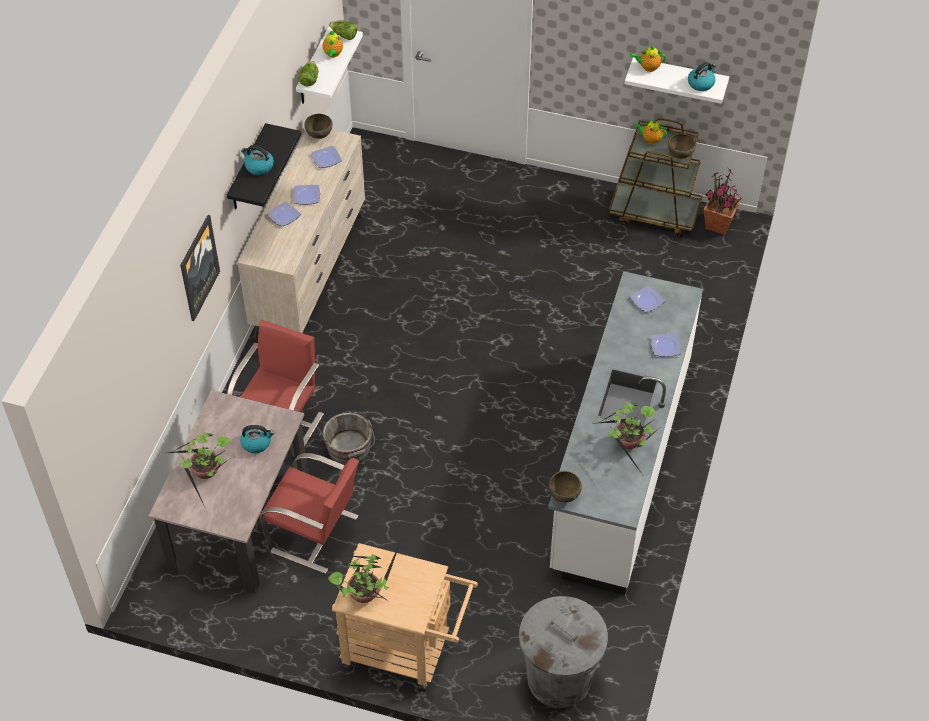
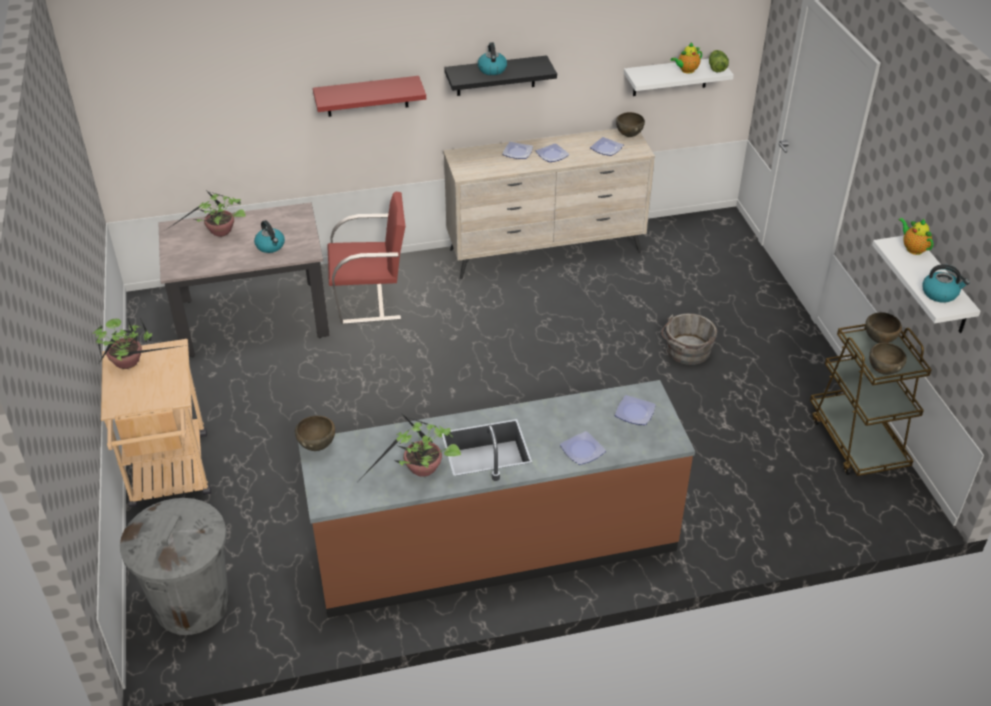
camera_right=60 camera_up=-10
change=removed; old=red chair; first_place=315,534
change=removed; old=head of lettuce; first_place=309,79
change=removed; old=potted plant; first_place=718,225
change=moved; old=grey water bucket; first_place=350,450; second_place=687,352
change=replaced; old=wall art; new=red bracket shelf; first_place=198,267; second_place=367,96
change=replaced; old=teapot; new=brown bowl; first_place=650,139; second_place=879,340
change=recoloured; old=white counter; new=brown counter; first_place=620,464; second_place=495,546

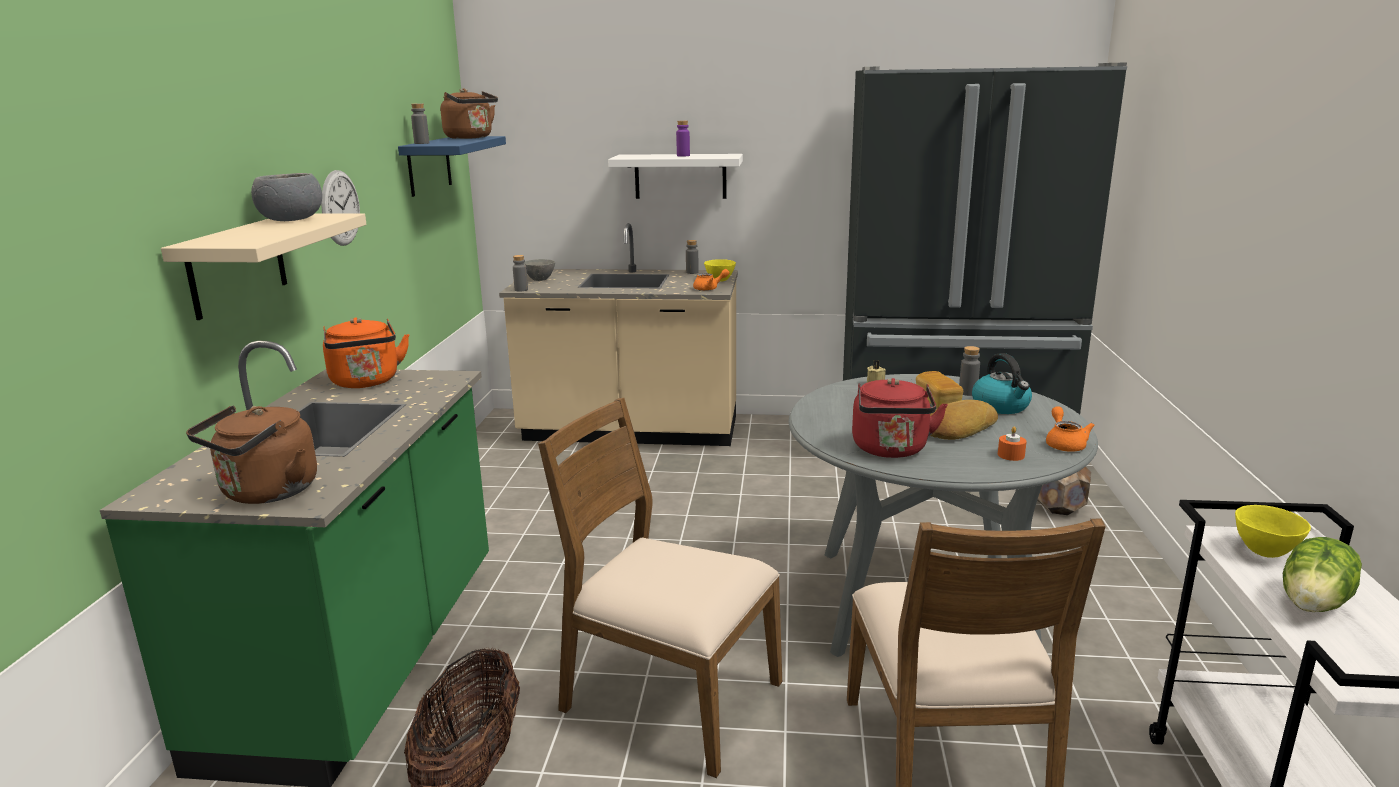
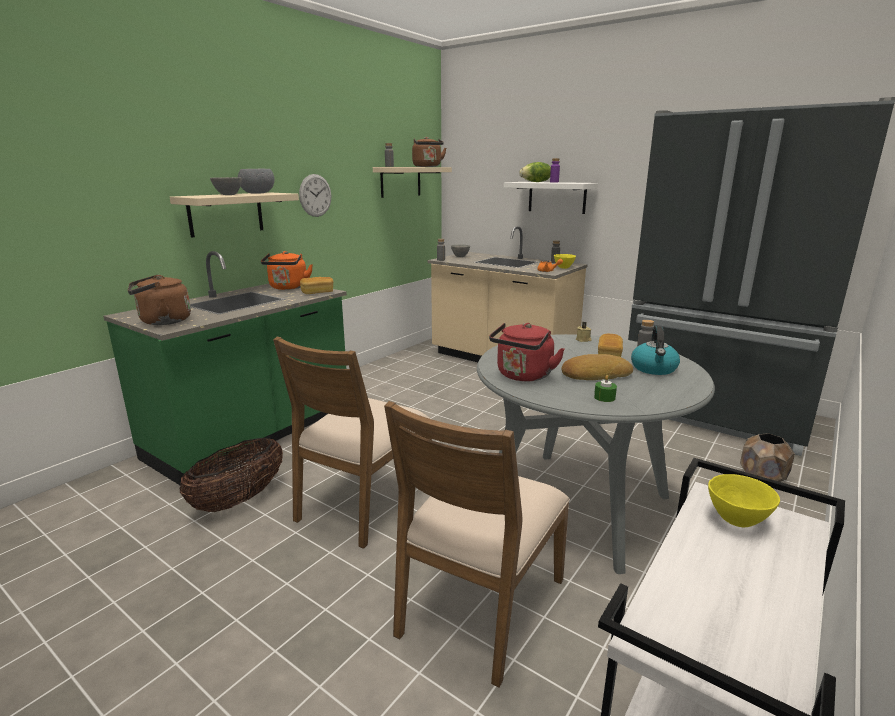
camera_right=30 camera_up=0
change=removed; old=orange-coloured teapot; first_place=1064,444
change=added; new=grey bowl; second_place=227,195
change=added; new=bakery bread; second_place=317,292
change=moved; old=head of lettuce; first_place=1315,603; second_place=536,182
change=recoloured; old=bluish bracket shelf; new=beige bracket shelf; first_place=429,165; second_place=400,181
change=recoloured; old=orange-coloured wax light; new=greenish wax light; first_place=1011,455; second_place=604,397
change=turned; old=brown chair; first_place=668,697; second_place=363,502; degrees=-120

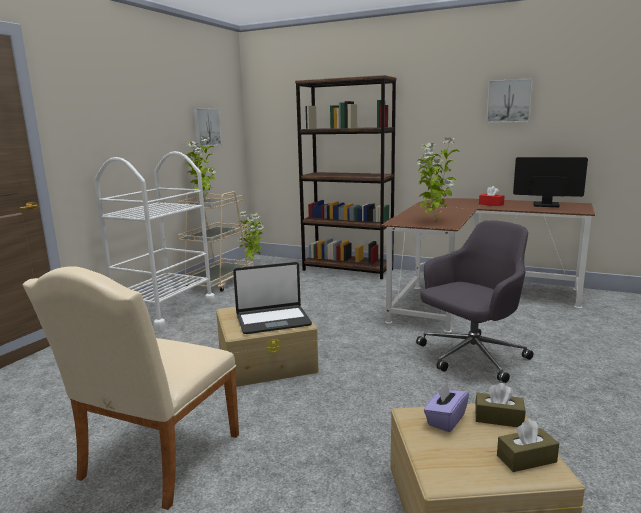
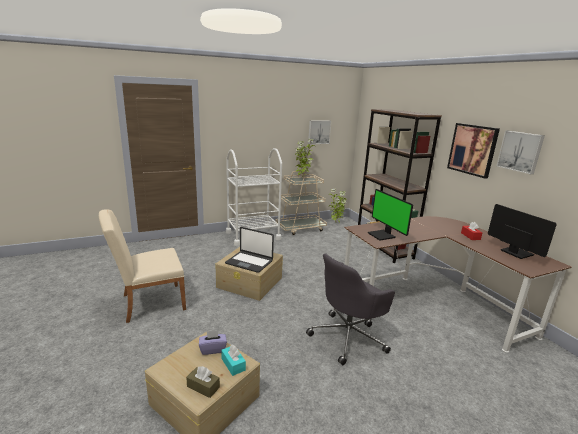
camera_right=40 camera_up=5
change=added; new=wall art; second_place=472,149
change=replaced; old=potted plant; new=computer screen; first_place=433,221; second_place=382,235
change=recoloured; old=brown box of tissues; new=blue-green box of tissues; first_place=498,418; second_place=233,364
change=turned; old=grey office chair; first_place=470,357; second_place=348,337; degrees=135

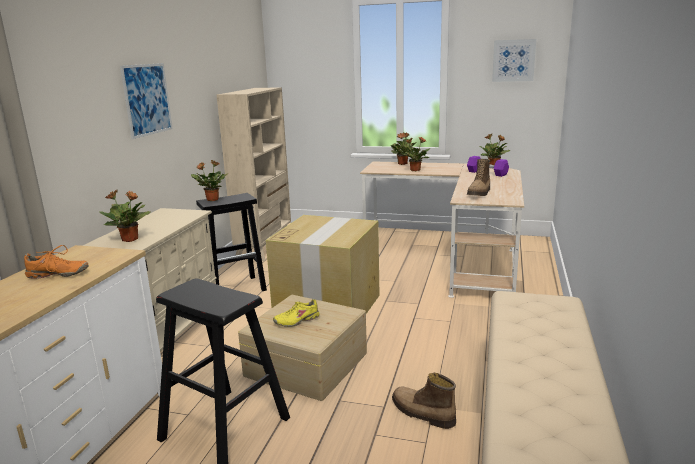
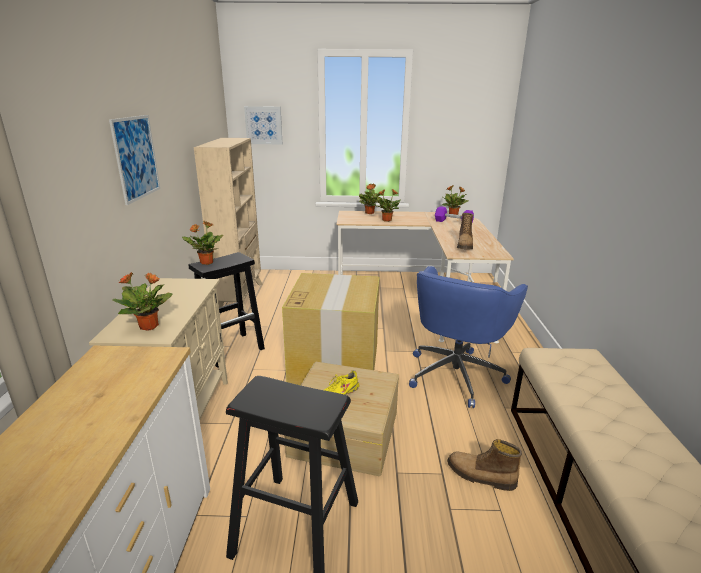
camera_right=-15 camera_up=5
change=removed; old=orange-coloured shoe; first_place=57,274
change=added; new=bluish office chair; second_place=456,373
change=moved; old=wall art; first_place=513,60; second_place=263,125

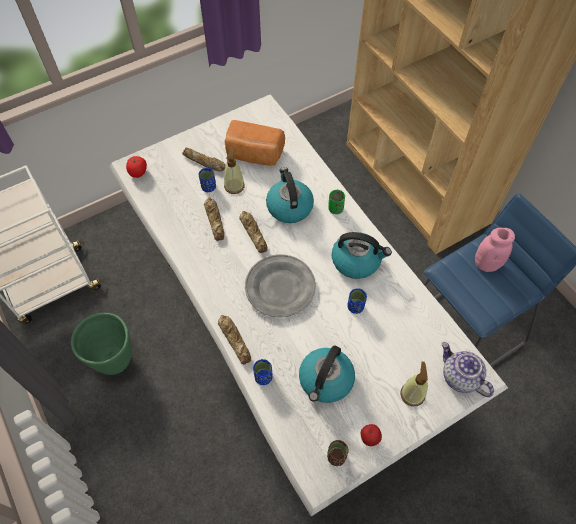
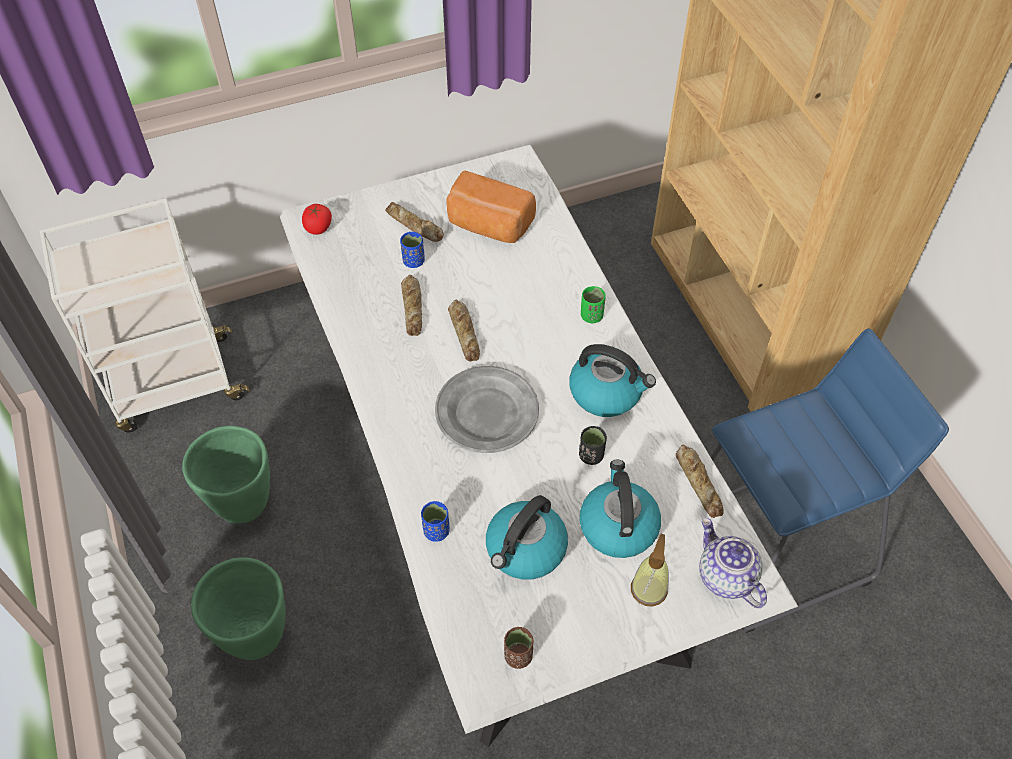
camera_right=10 camera_up=-5
change=removed; old=liquid soap bottle; first_place=234,186
change=removed; old=apple fruit; first_place=369,438
change=removed; old=pink preserve jar; first_place=486,264
change=added; new=greenish plant pot; second_place=255,635
change=moved; old=bakery bread; first_place=235,340; second_place=699,483
change=moved; old=tea kettle; first_place=289,206; second_place=617,525
change=recoloured; old=bluish small cup; new=black-coloured small cup; first_place=355,307; second_place=591,455

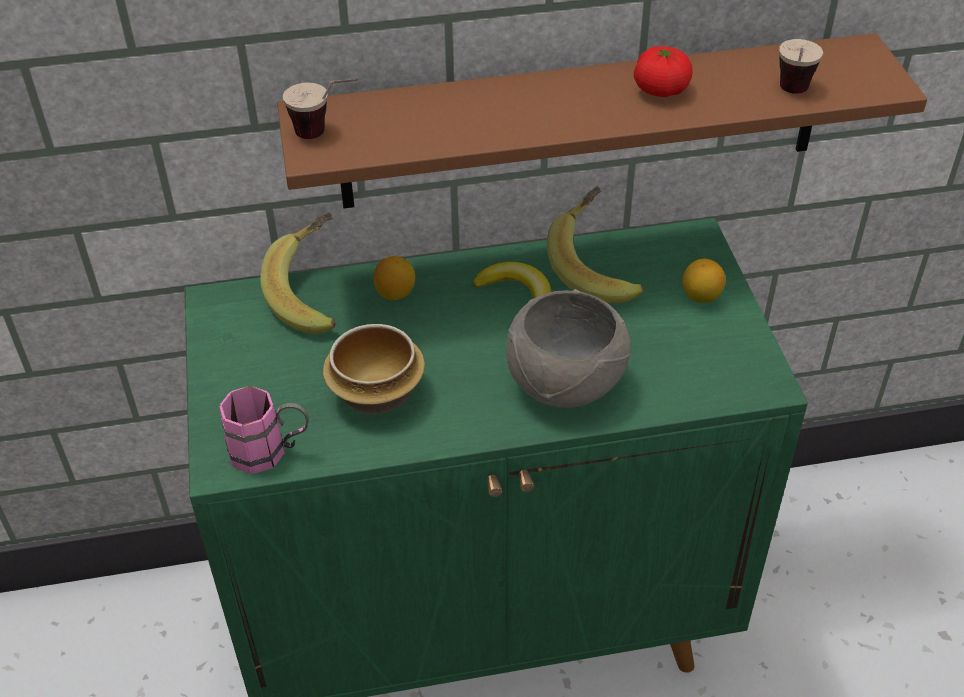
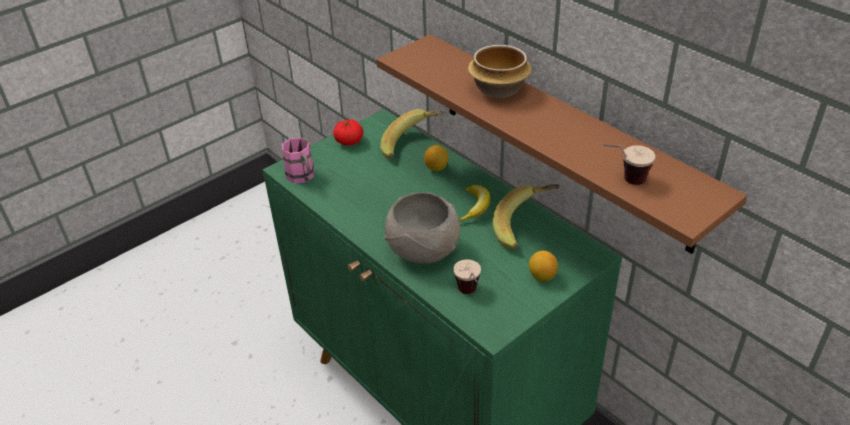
camera_right=60 camera_up=-5
change=moved; old=small cup; first_place=326,134; second_place=469,296
change=moved; old=bowl; first_place=376,395; second_place=497,89
change=moved; old=whole tomato; first_place=661,90; second_place=349,141

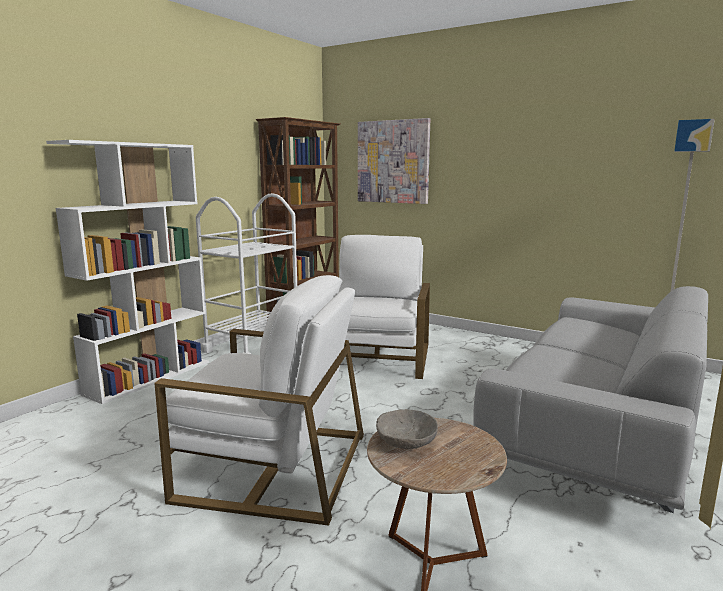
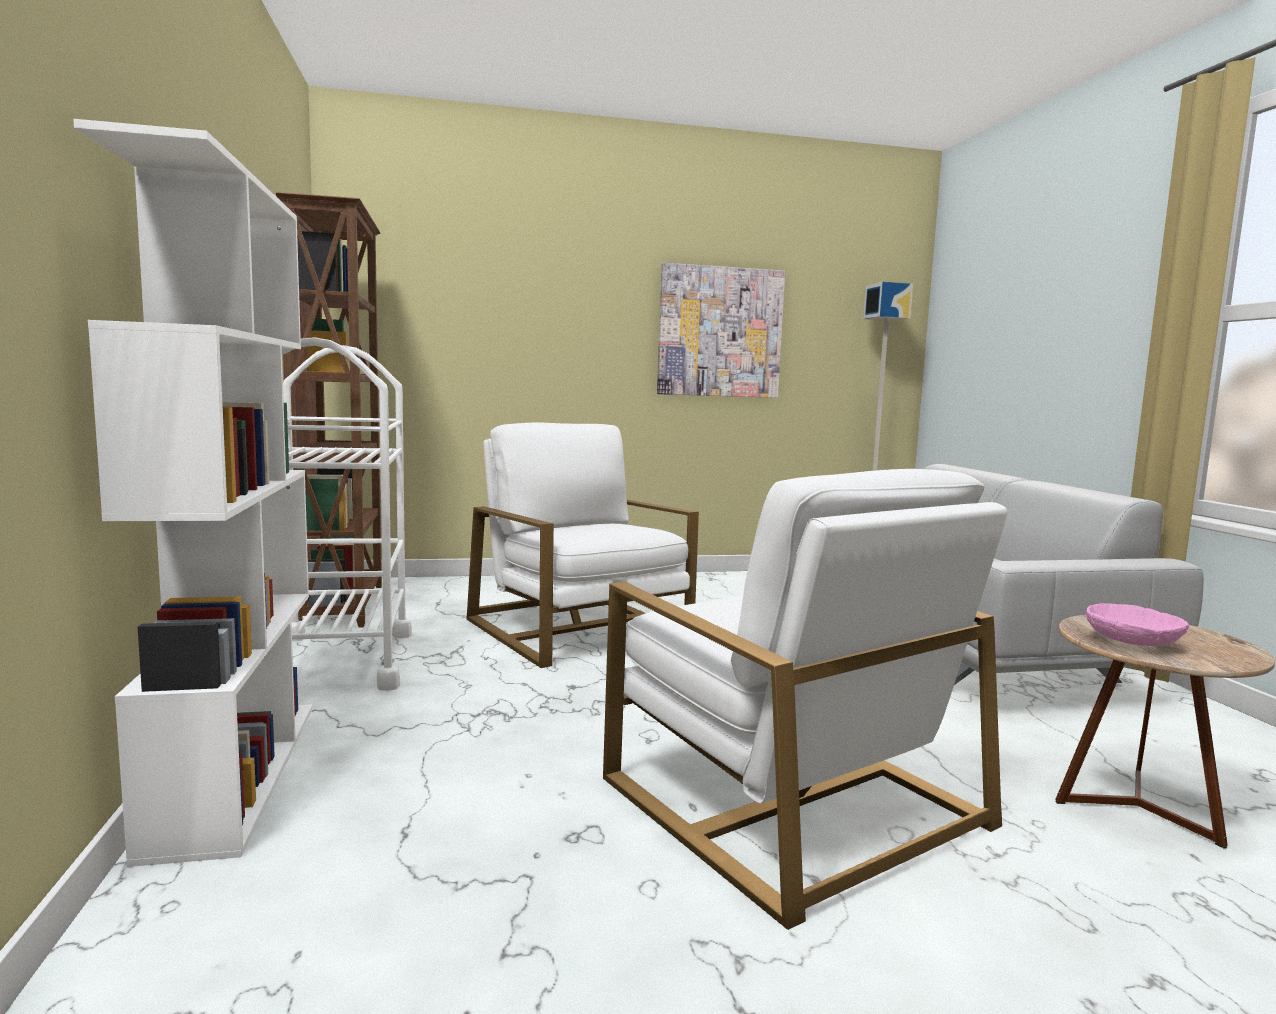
camera_right=-45 camera_up=-5
change=moved; old=wall art; first_place=393,162; second_place=719,332
change=recoloured; old=grey bowl; new=pink bowl; first_place=406,442; second_place=1131,642
change=turned; old=white easy chair; first_place=272,466; second_place=788,800; degrees=90

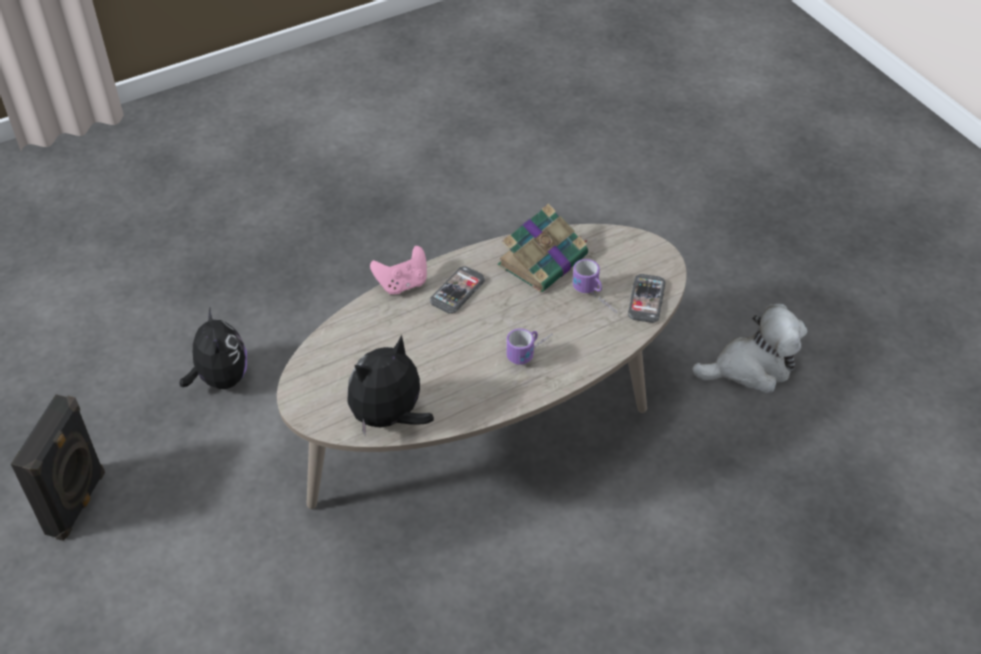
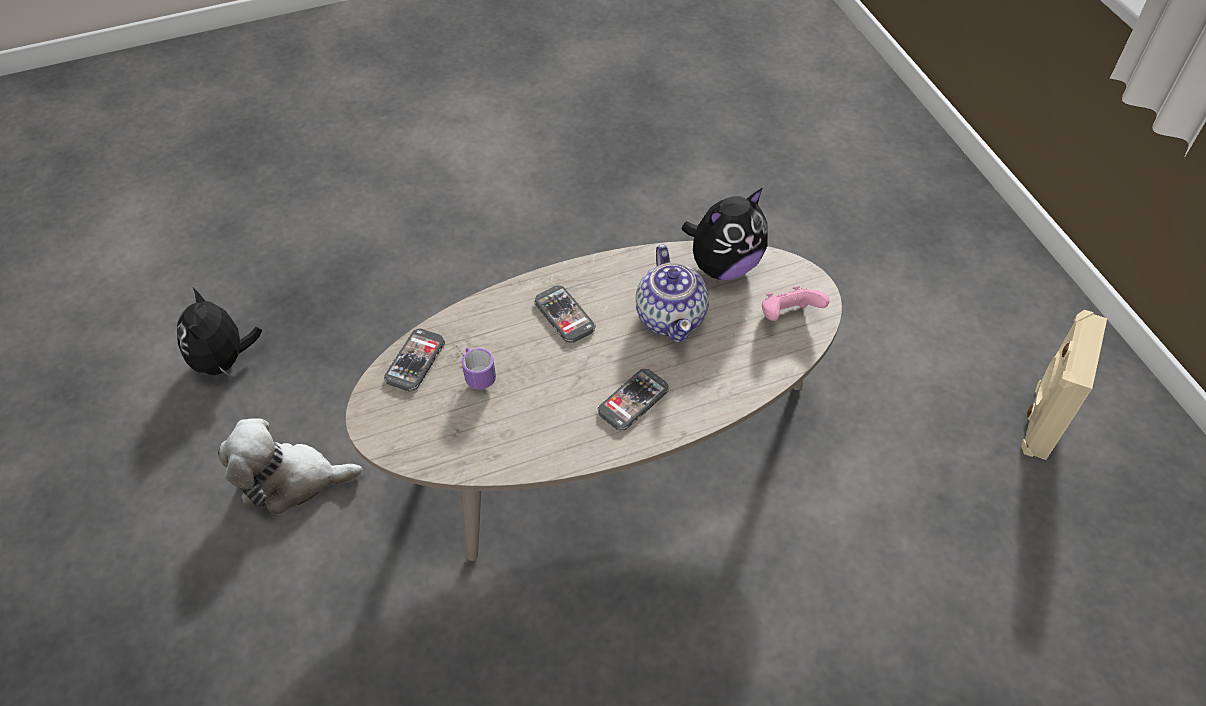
camera_right=-170 camera_up=5
change=removed; old=bound book; first_place=544,259
change=added; new=teapot; second_place=671,316
change=moved; old=soft toy; first_place=220,378; second_place=225,361
change=moved; old=pink game controller; first_place=402,284; second_place=788,316
change=replaced; old=mug; new=handset; first_place=531,352; second_place=564,315
change=recoloured; old=black-coloured audio speaker; new=beige audio speaker; first_place=78,503; second_place=1039,421

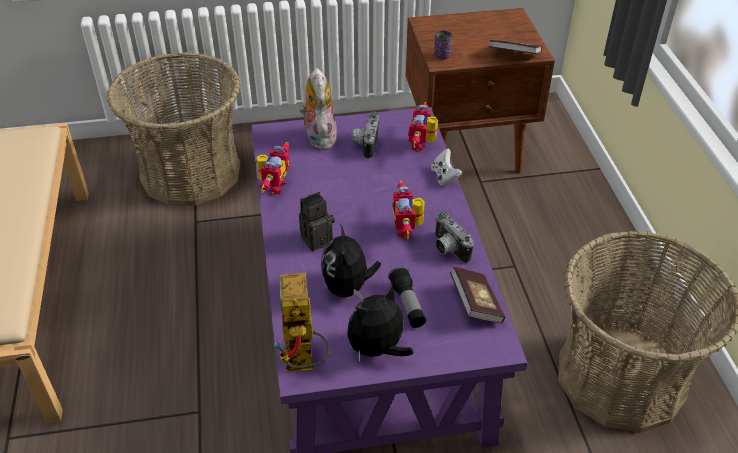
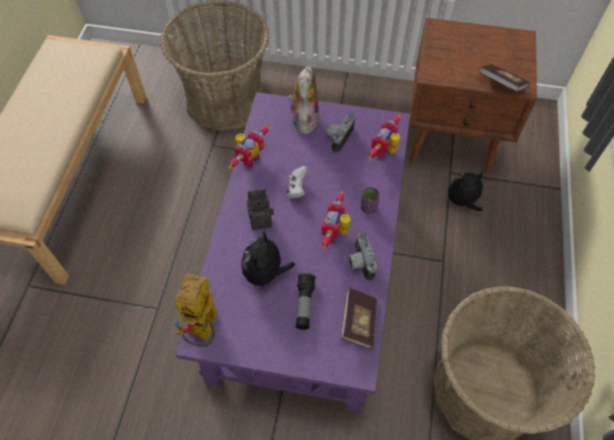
camera_right=20 camera_up=15
change=moved; old=soft toy; first_place=377,349; second_place=462,202
change=moved; old=white game controller; first_place=444,177; second_place=296,189
change=moved; old=purple small cup; first_place=442,56; second_place=368,207

